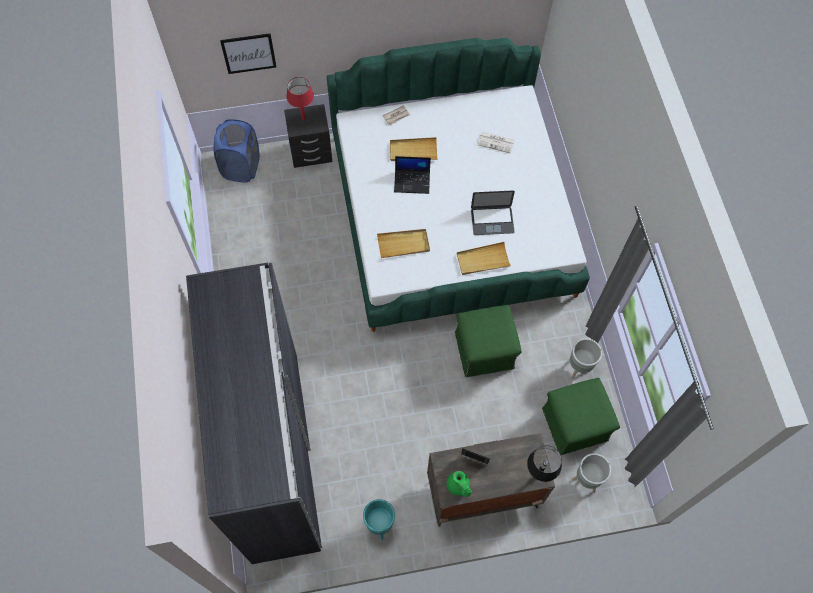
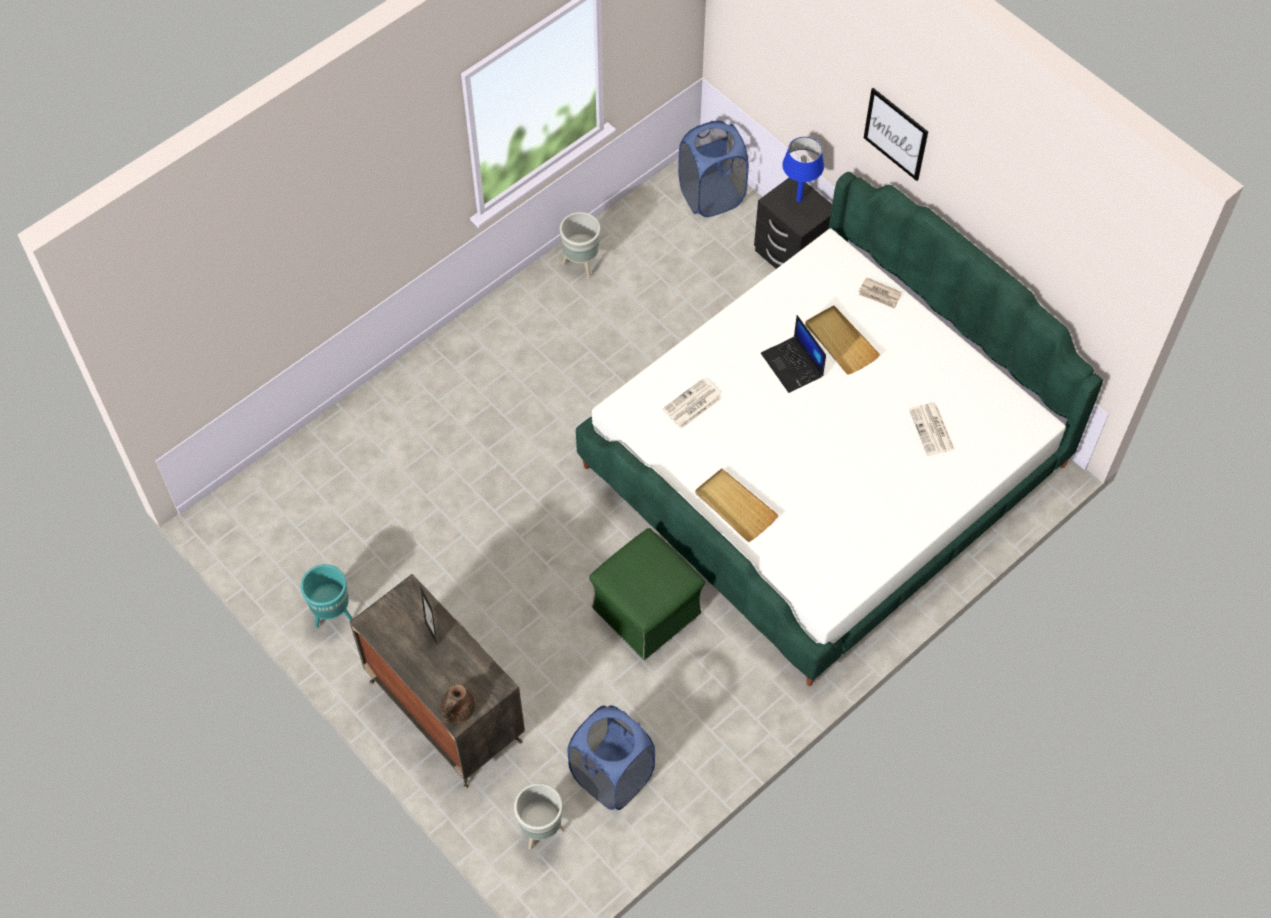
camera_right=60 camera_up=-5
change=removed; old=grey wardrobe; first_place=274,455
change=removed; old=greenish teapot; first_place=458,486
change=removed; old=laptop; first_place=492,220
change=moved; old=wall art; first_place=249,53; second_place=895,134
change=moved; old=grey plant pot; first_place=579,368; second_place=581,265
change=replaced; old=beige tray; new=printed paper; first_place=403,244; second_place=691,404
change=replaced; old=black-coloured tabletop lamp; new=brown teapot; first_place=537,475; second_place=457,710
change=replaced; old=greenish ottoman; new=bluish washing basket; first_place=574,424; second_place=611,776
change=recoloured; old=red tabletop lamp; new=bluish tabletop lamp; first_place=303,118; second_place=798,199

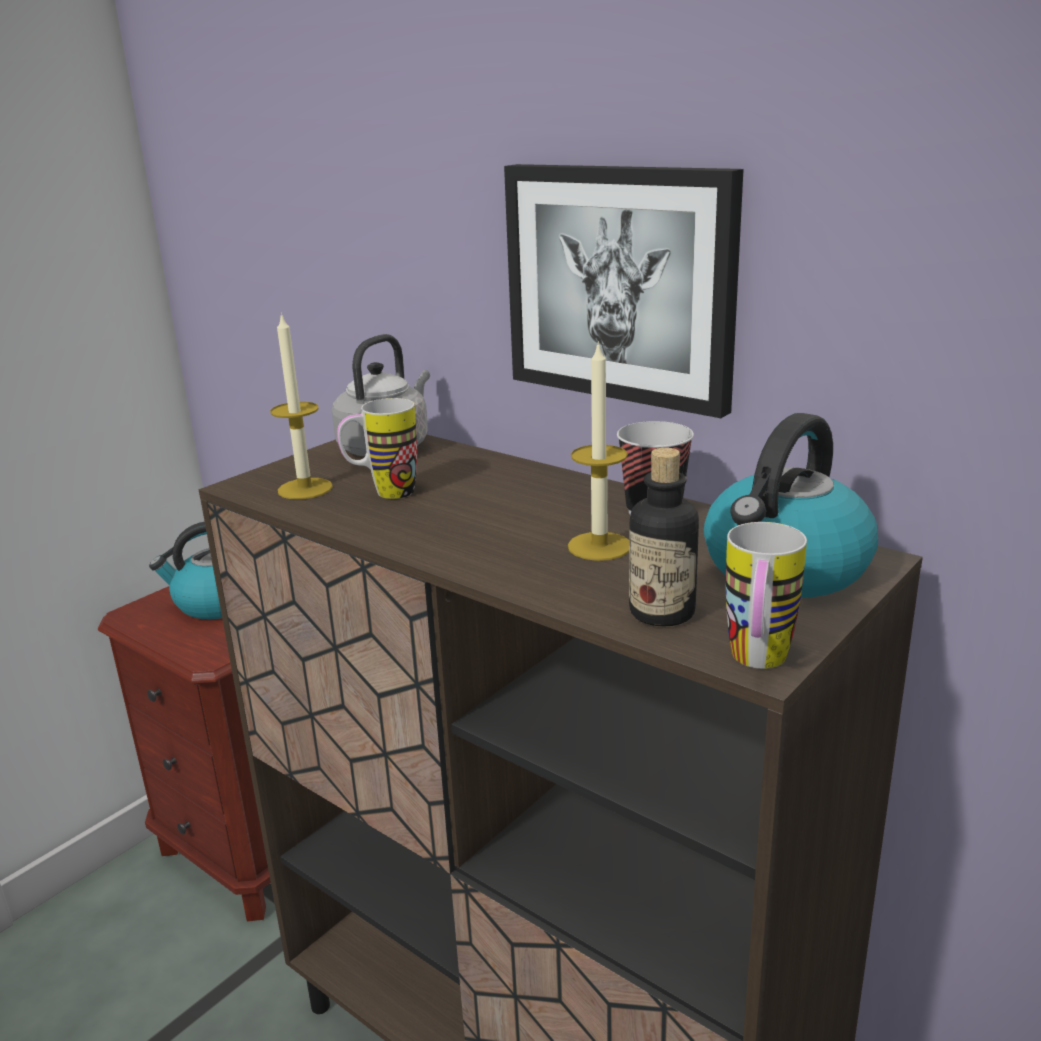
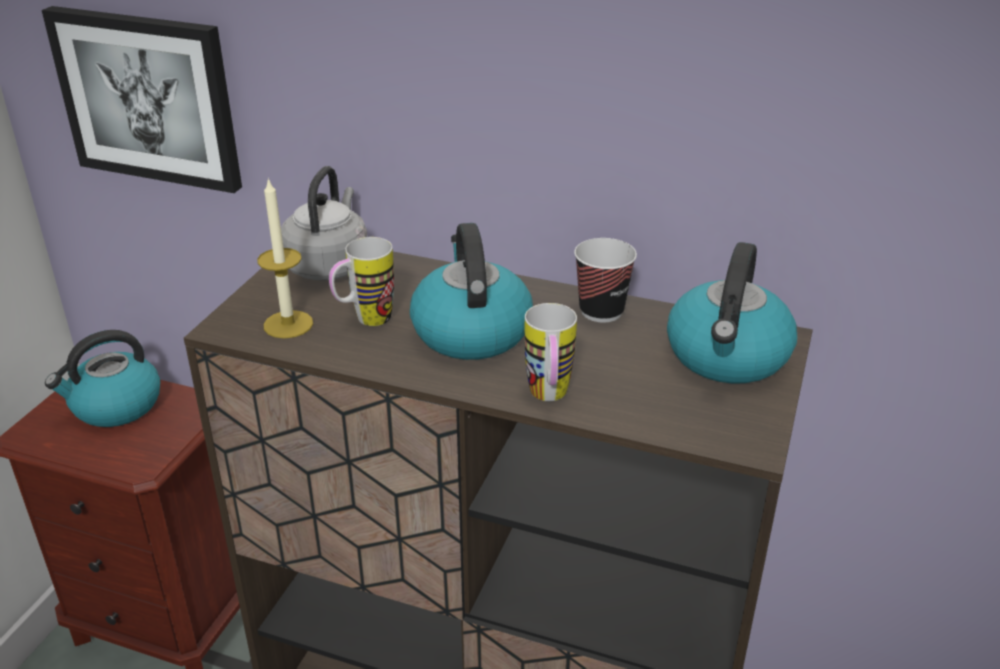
camera_right=-20 camera_up=10
change=removed; old=wax light; first_place=599,546
change=removed; old=drink bottle; first_place=662,612
change=added; new=tea kettle; second_place=470,331
change=moved; old=wall art; first_place=620,284; second_place=148,98
change=moved; old=mug; first_place=757,664; second_place=549,398

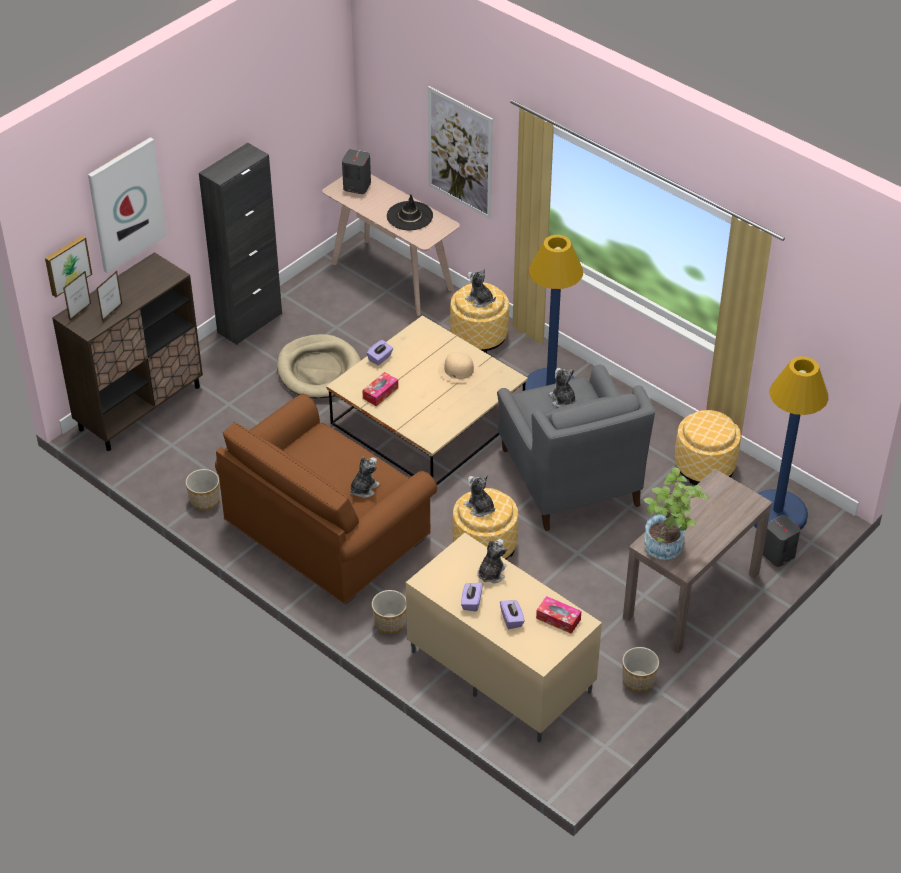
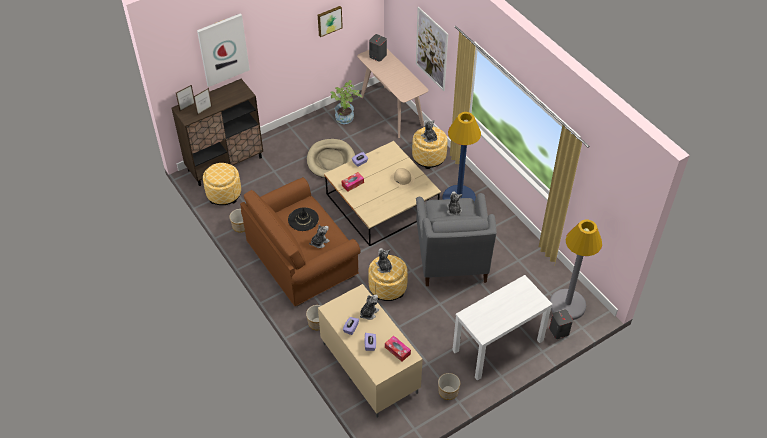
camera_right=15 camera_up=5
change=removed; old=black-coloured storage cabinet; first_place=249,323
change=moved; old=wall art; first_place=67,265; second_place=329,20
change=moved; old=black-coloured clothing hat; first_place=409,216; second_place=303,219
change=moved; old=potted plant; first_place=668,549; second_place=346,119
change=moved; old=ottoman; first_place=704,466; second_place=224,194
change=recoloured; old=brown narrow table; new=white narrow table; first_place=691,596; second_place=497,346
change=recoloured; old=bluish floor lamp; new=grey floor lamp; first_place=777,514; second_place=567,305

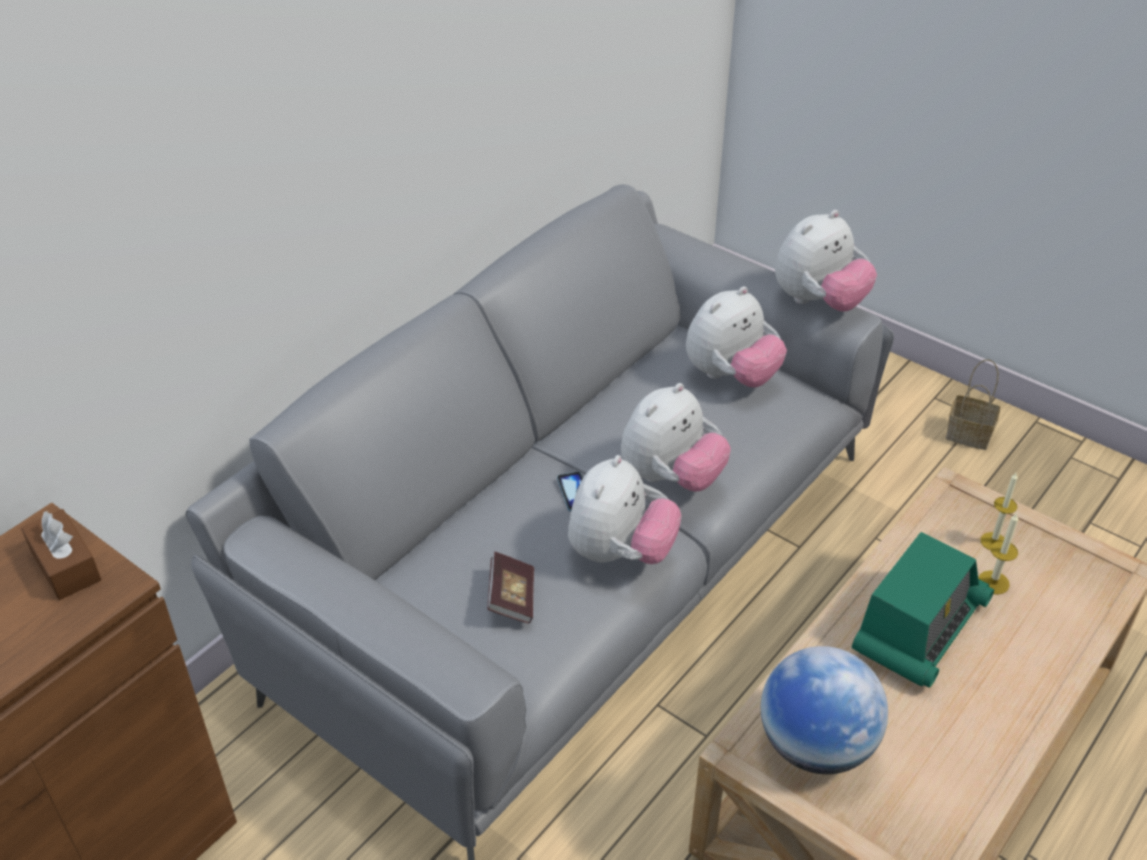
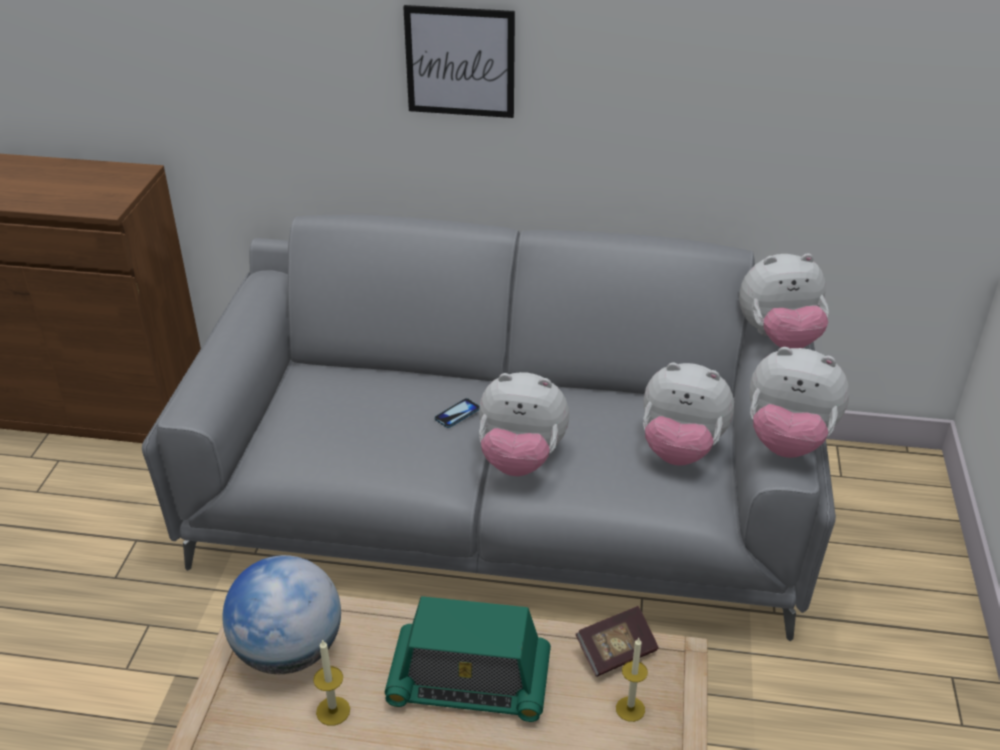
camera_right=60 camera_up=-5
change=removed; old=brown box of tissues; first_place=65,565
change=removed; old=basket; first_place=966,435
change=added; new=wall art; second_place=460,62
change=moved; old=bound book; first_place=512,598; second_place=616,652
change=moved; old=soft toy; first_place=620,552; second_place=779,338
change=moved; old=wax light; first_place=993,582; second_place=333,711

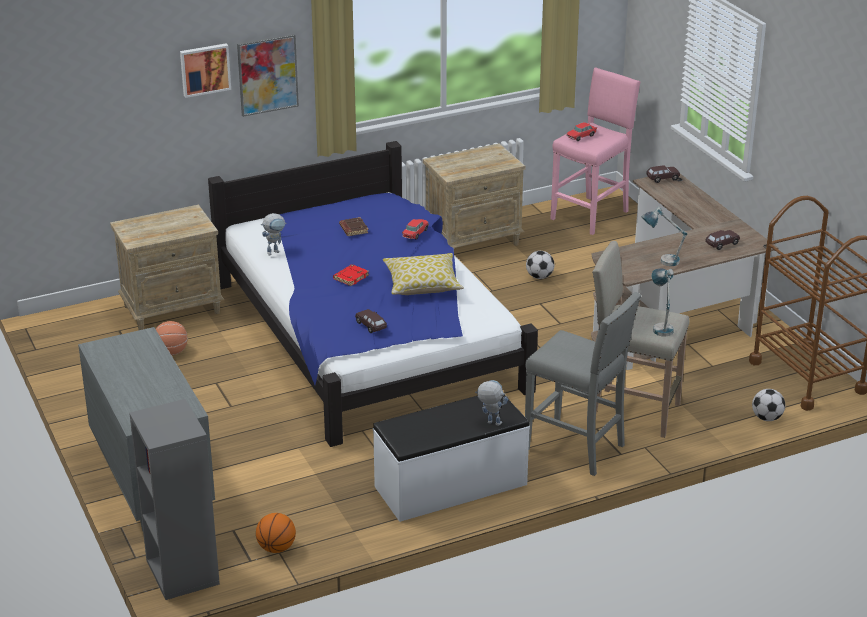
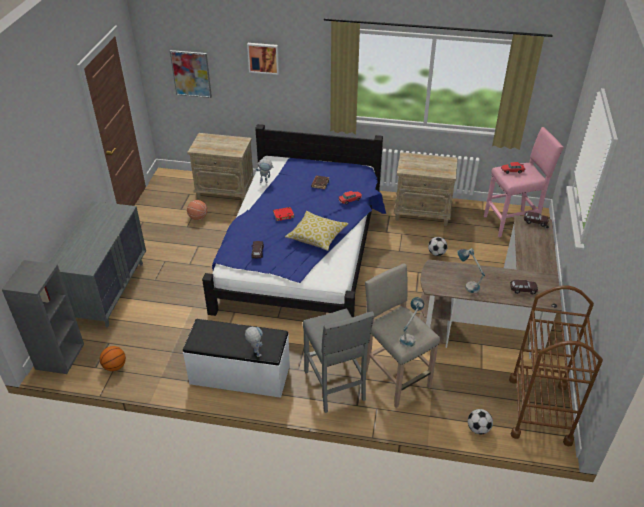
camera_right=35 camera_up=10
change=moved; old=wall art; first_place=267,74; second_place=191,74

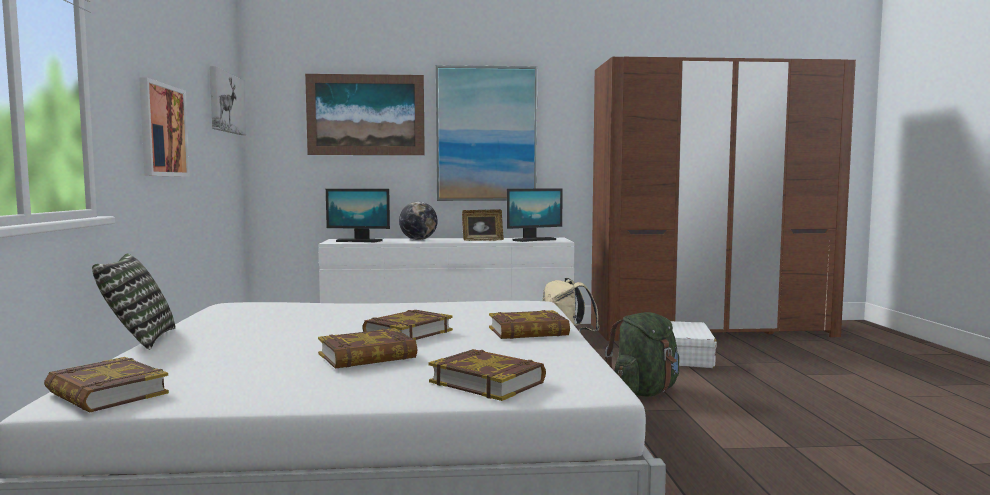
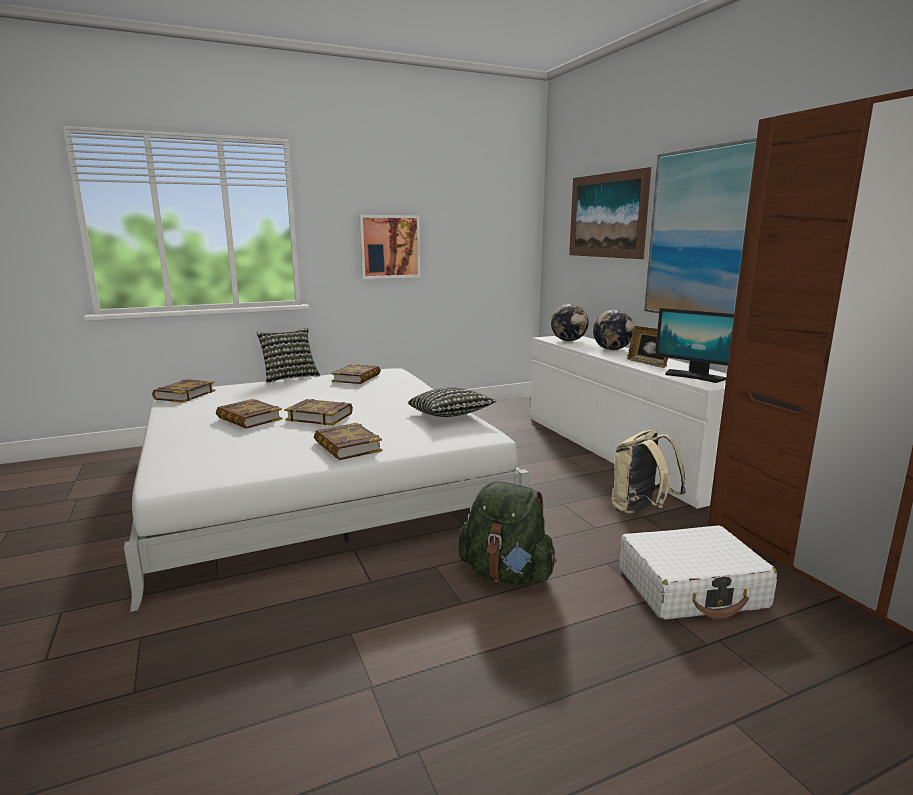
camera_right=70 camera_up=10
change=removed; old=wall art; first_place=226,103
change=added; new=cushion; second_place=450,416
change=moved; old=bound book; first_place=487,382; second_place=357,378
change=replaced; old=computer screen; new=world globe; first_place=359,241; second_place=568,341

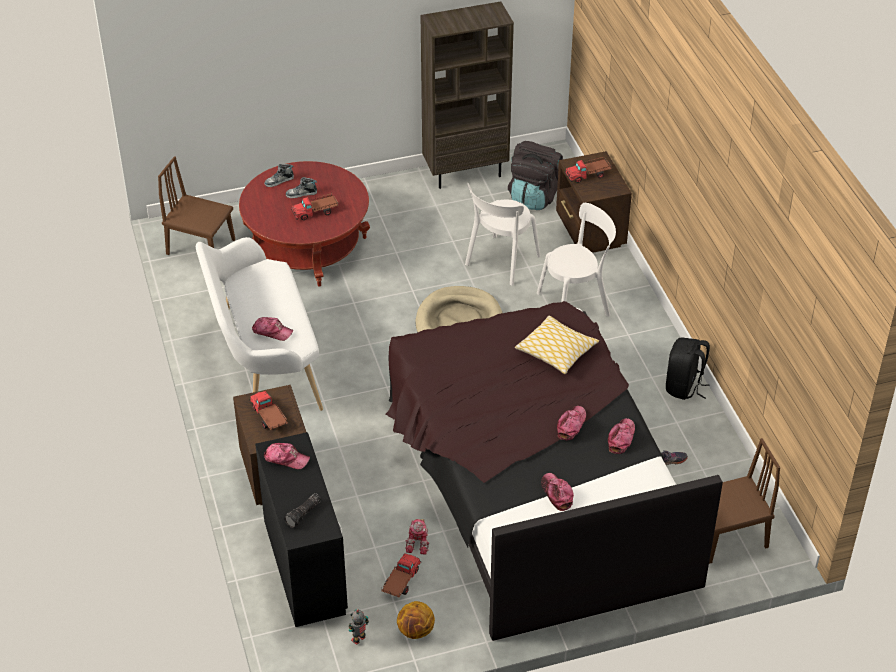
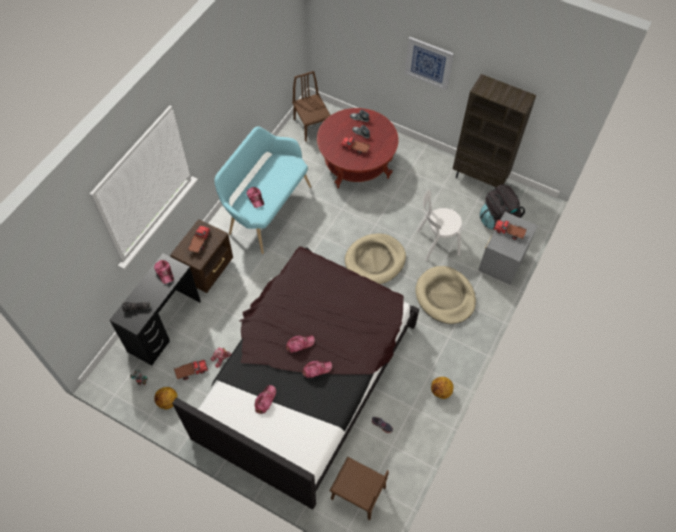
camera_right=45 camera_up=15
change=removed; old=cushion; first_place=556,351
change=added; new=wall art; second_place=428,63
change=moved; old=cap; first_place=621,438; second_place=300,344
change=replaced; old=white chair; new=beige dog bed; first_place=576,303; second_place=445,297
change=replaced; old=black-coloured backpack; new=basketball ball; first_place=684,387; second_place=440,391
change=recoloured; old=white indoor bench; new=blue-green indoor bench; first_place=263,365; second_place=266,209
change=recoloured; old=brown bedside table; new=grey bedside table; first_place=589,233; second_place=500,263

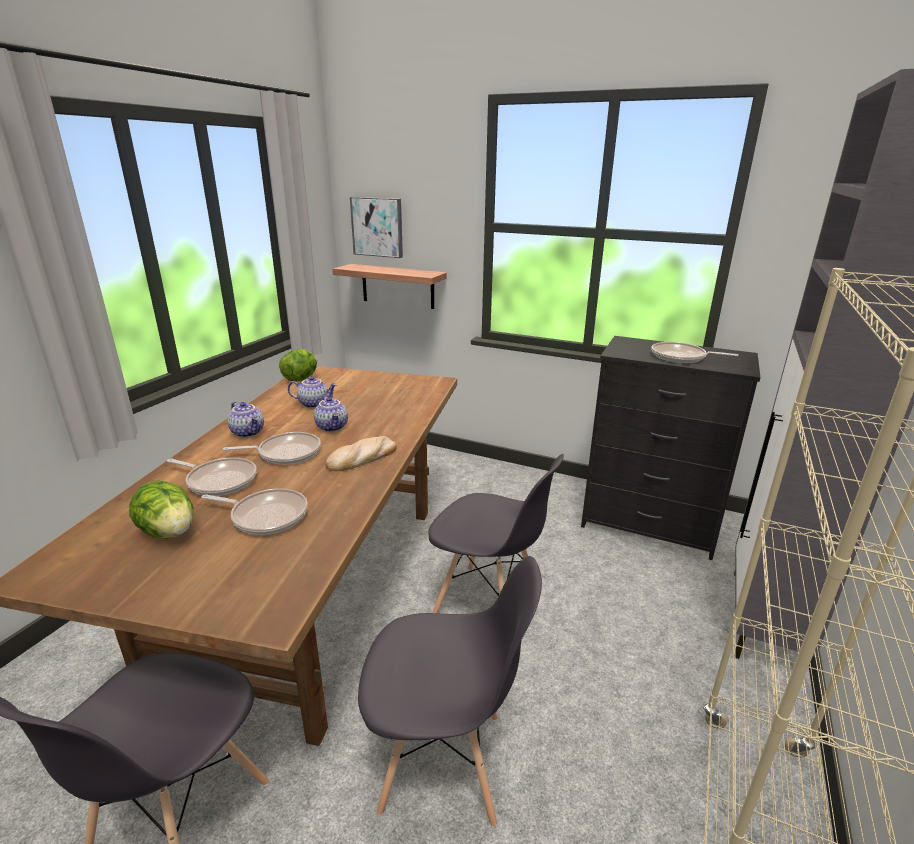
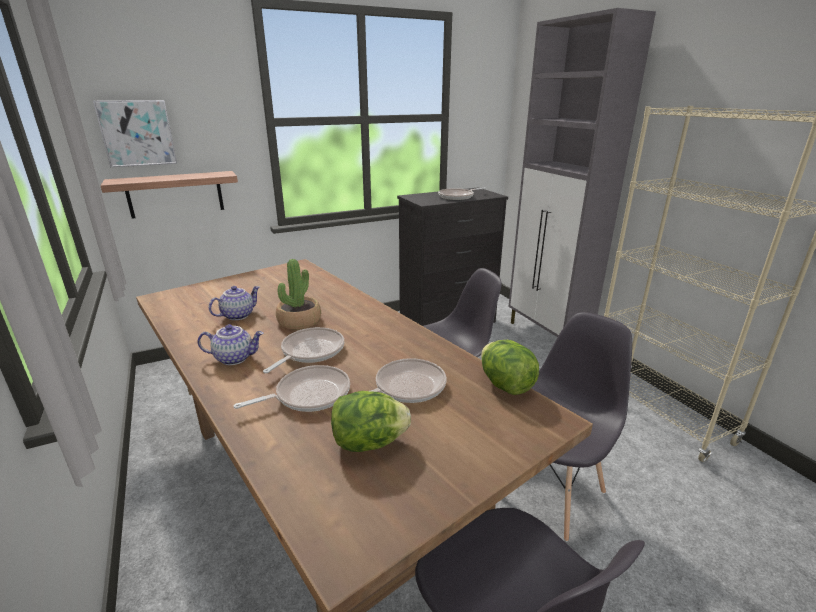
camera_right=-50 camera_up=0
change=removed; old=bakery bread; first_place=362,458
change=moved; old=head of lettuce; first_place=301,379; second_place=505,385
change=replaced; old=teapot; new=potted plant; first_place=333,427; second_place=299,321

